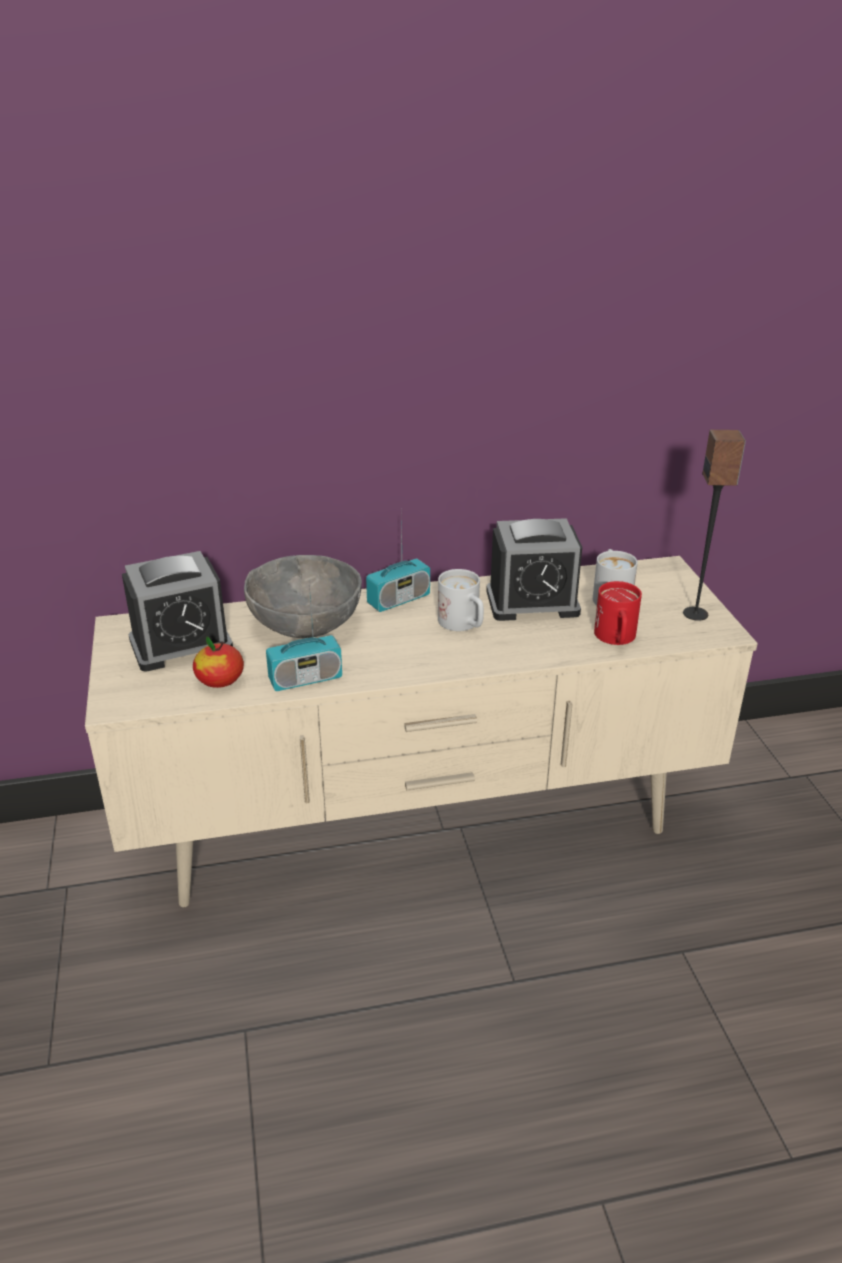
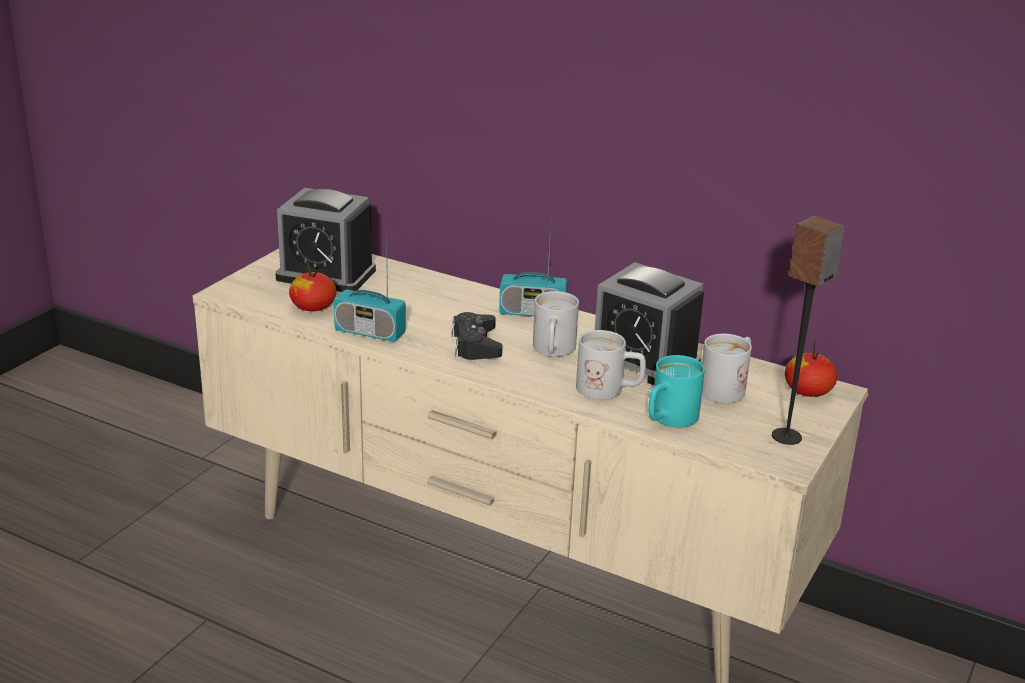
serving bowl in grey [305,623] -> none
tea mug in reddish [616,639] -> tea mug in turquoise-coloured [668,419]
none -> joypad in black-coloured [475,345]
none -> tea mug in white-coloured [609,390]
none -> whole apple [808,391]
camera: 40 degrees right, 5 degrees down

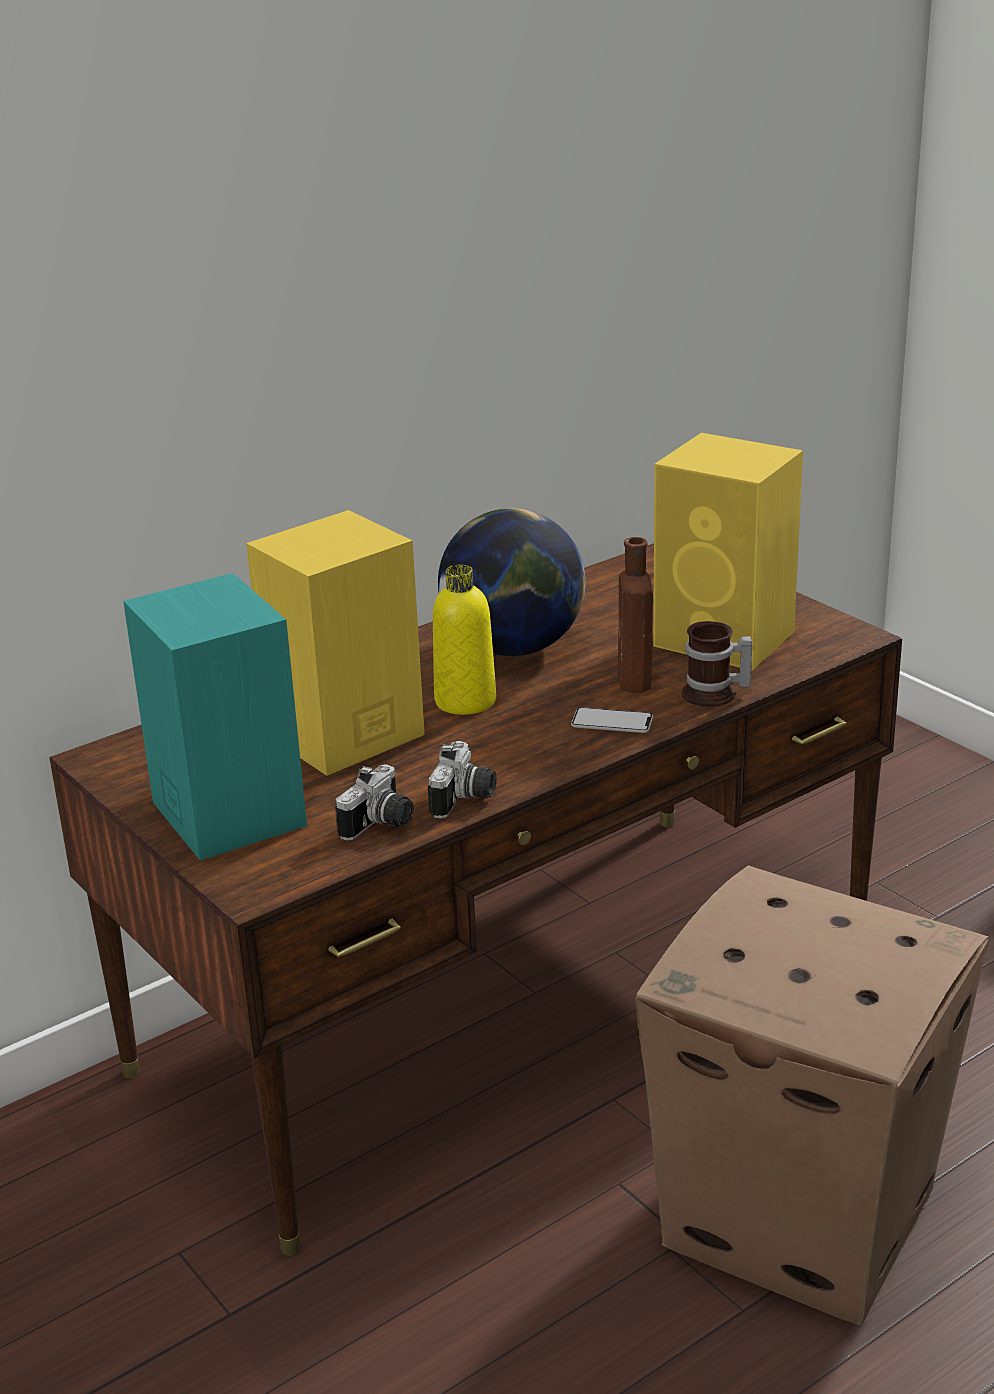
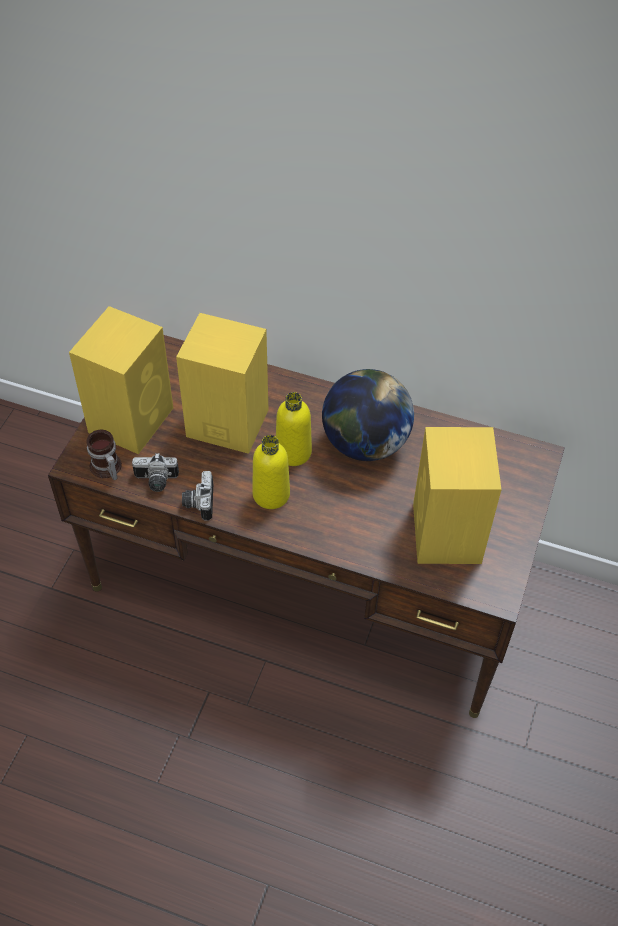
drink bottle in brown [635,682] -> none
speaker in turquoise-coloured [227,812] -> speaker in yellow [132,418]
tea mug [714,695] -> tea mug [105,469], relocated
handset [612,722] -> none
still camera [466,799] -> still camera [198,502], 105 degrees clockwise
packing box [803,1217] -> none
none -> drink bottle in yellow [271,494]
camera: 55 degrees right, 25 degrees up

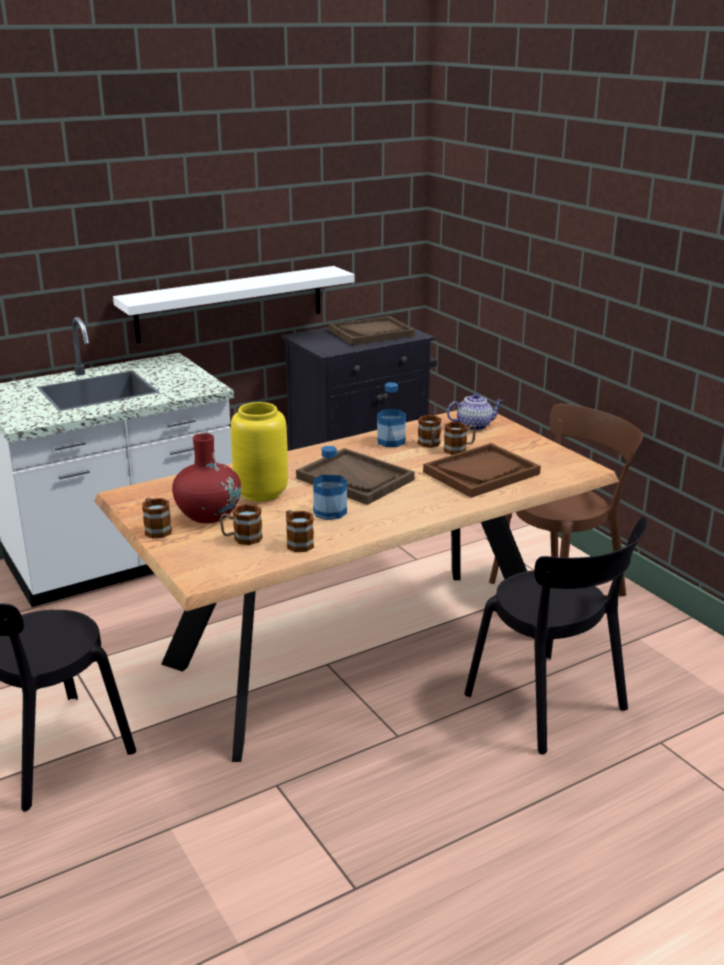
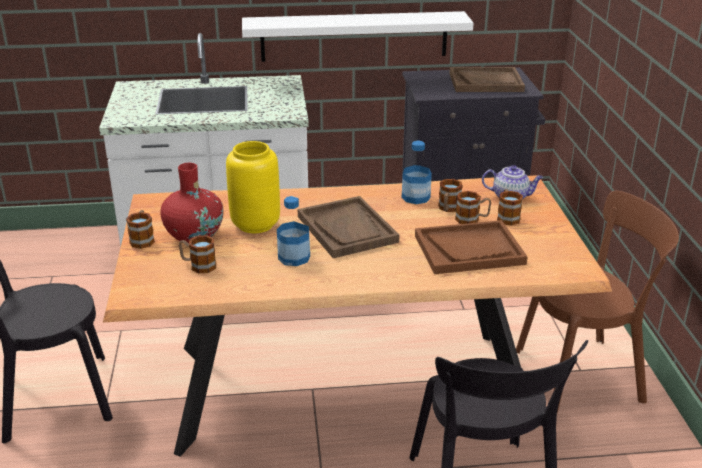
tea mug [297,542] -> tea mug [507,217], relocated
camera: 25 degrees right, 5 degrees up

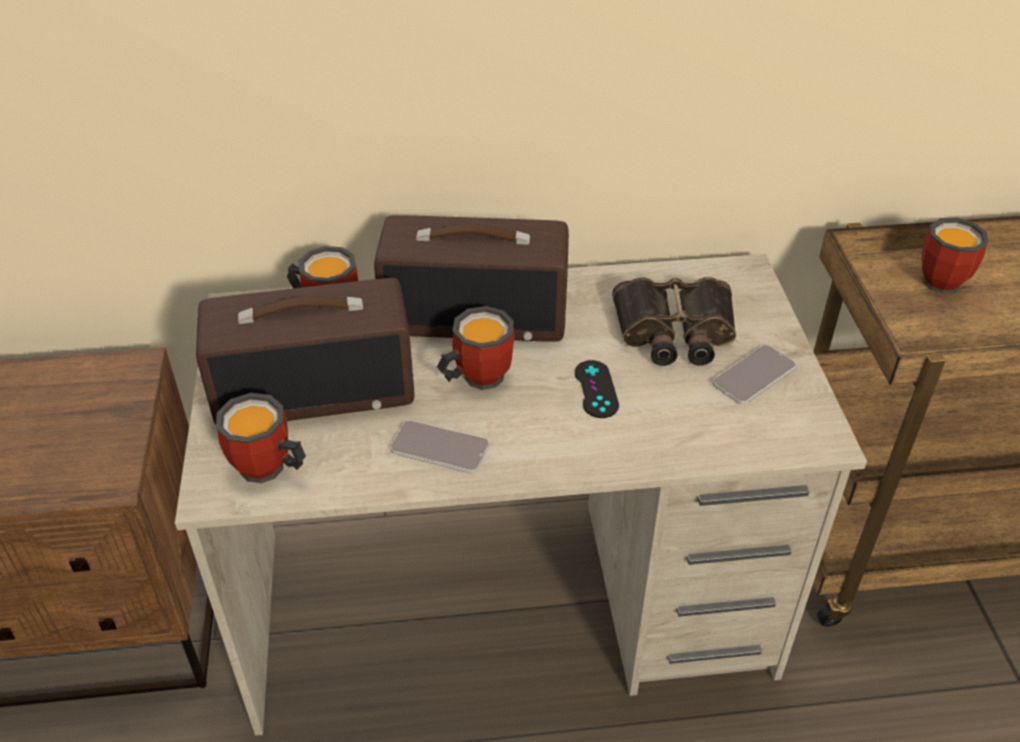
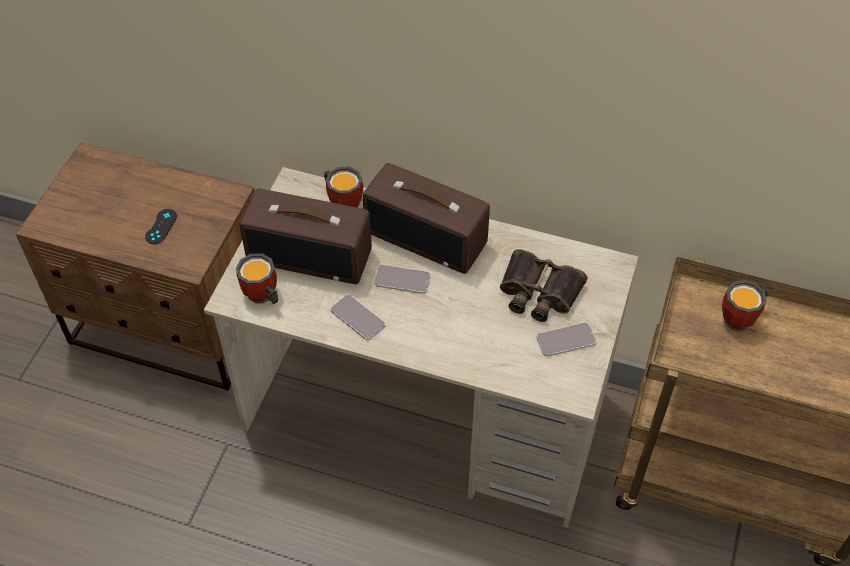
tea mug [475,377] -> handset [402,280]
joypad in black-coloured [596,389] -> joypad in black-coloured [161,226], relocated
camera: 25 degrees right, 10 degrees up

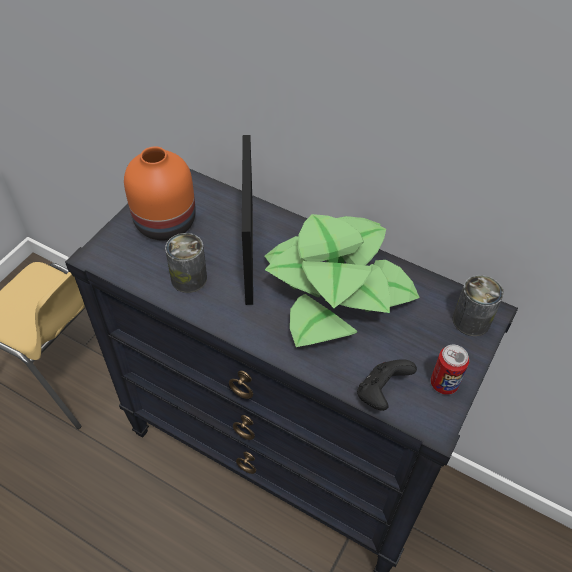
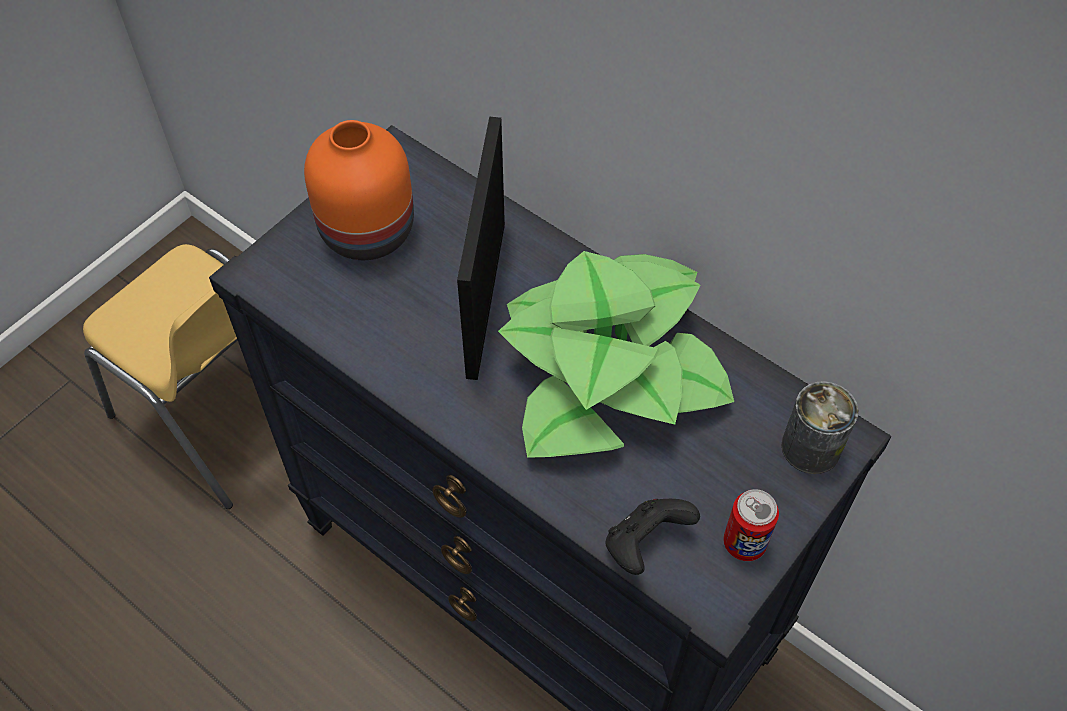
sealed can [189,278] -> none
camera: 10 degrees right, 5 degrees up

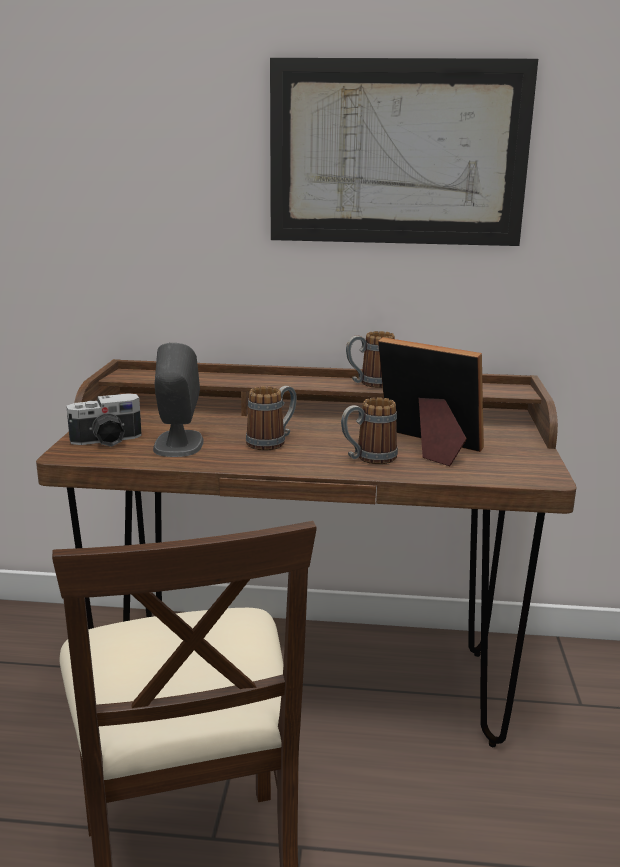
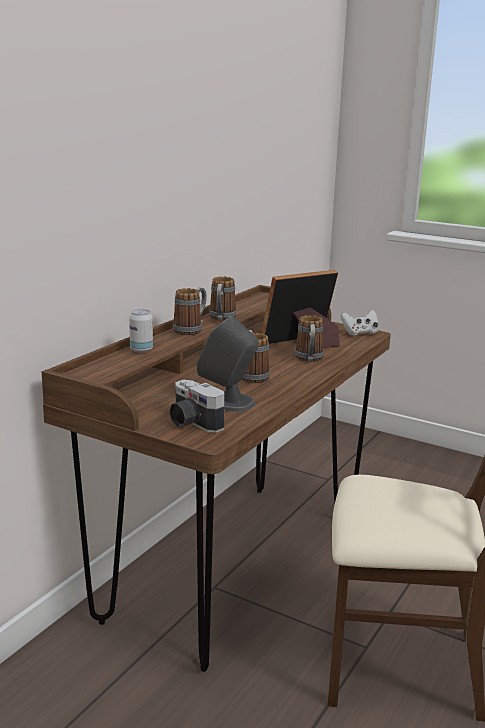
picture [397,154] -> none
still camera [107,441] -> still camera [192,423], 135 degrees clockwise
none -> tea mug [191,329]
none -> sealed can [141,350]
none -> joypad in white-coloured [360,333]
camera: 65 degrees left, 0 degrees up

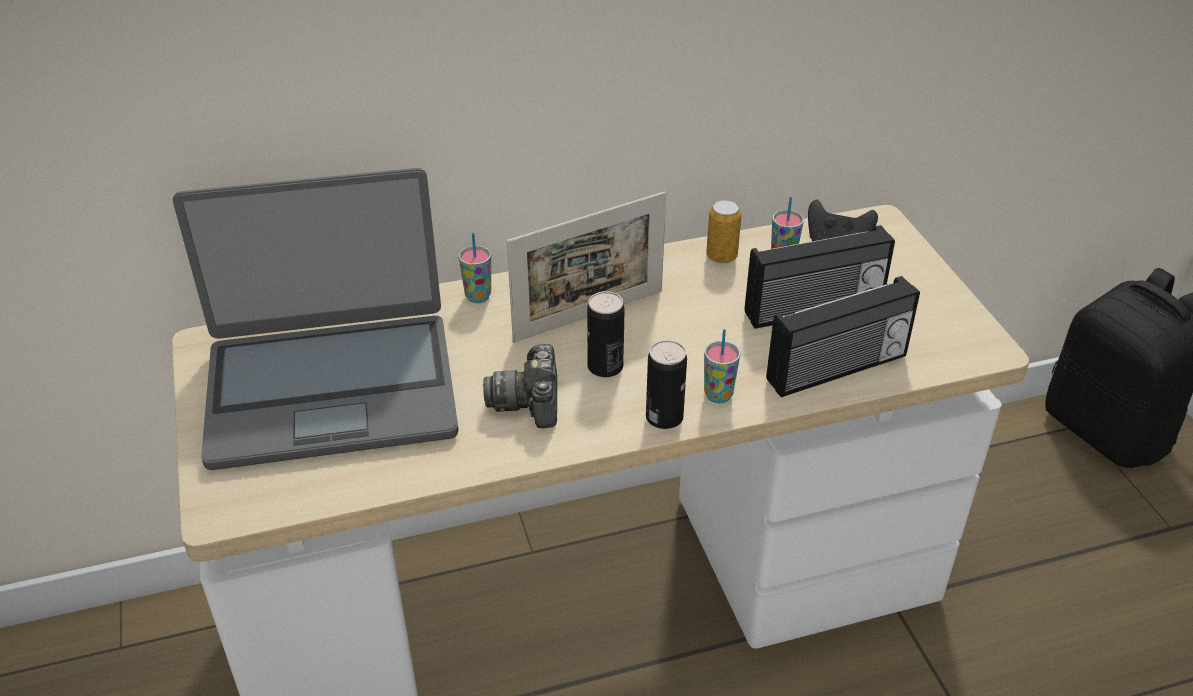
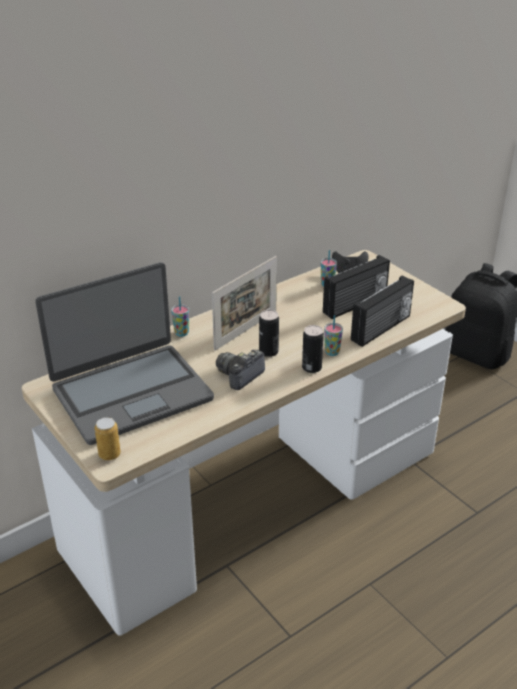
sealed can [721,256] -> sealed can [109,454], relocated
still camera [529,402] -> still camera [240,376], 60 degrees clockwise
camera: 20 degrees left, 5 degrees down

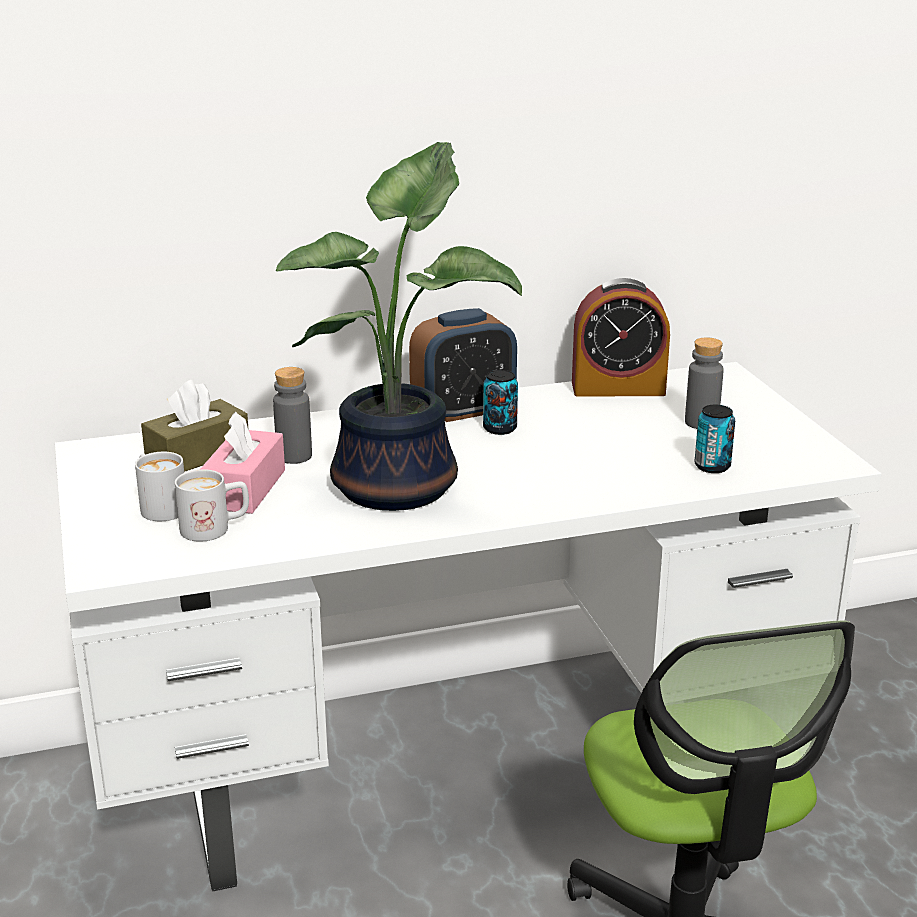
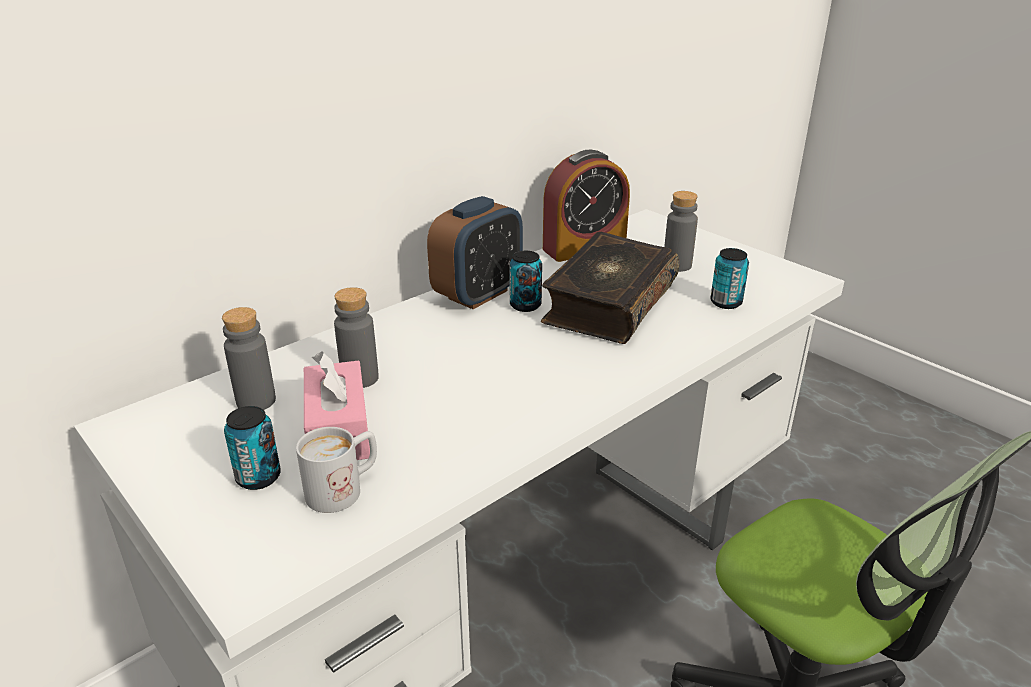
houseplant [403,485] -> none
tissue holder in brown [198,455] -> drink bottle in grey [256,401]
tea mug in white-coloured [159,506] -> sealed can [258,477]
none -> volume [608,304]
camera: 25 degrees left, 5 degrees up

